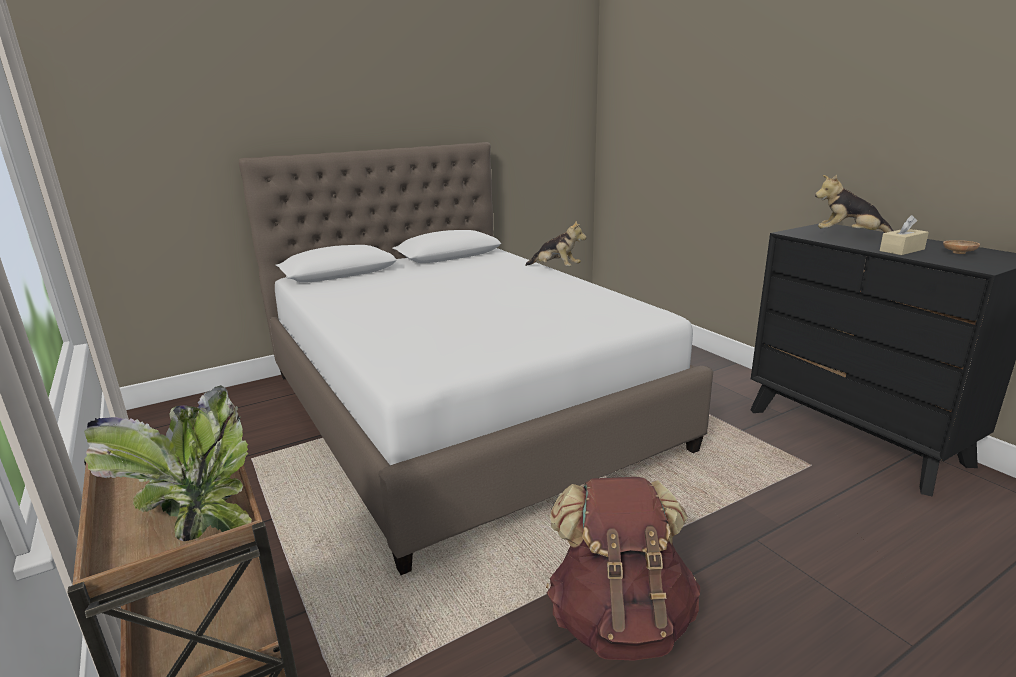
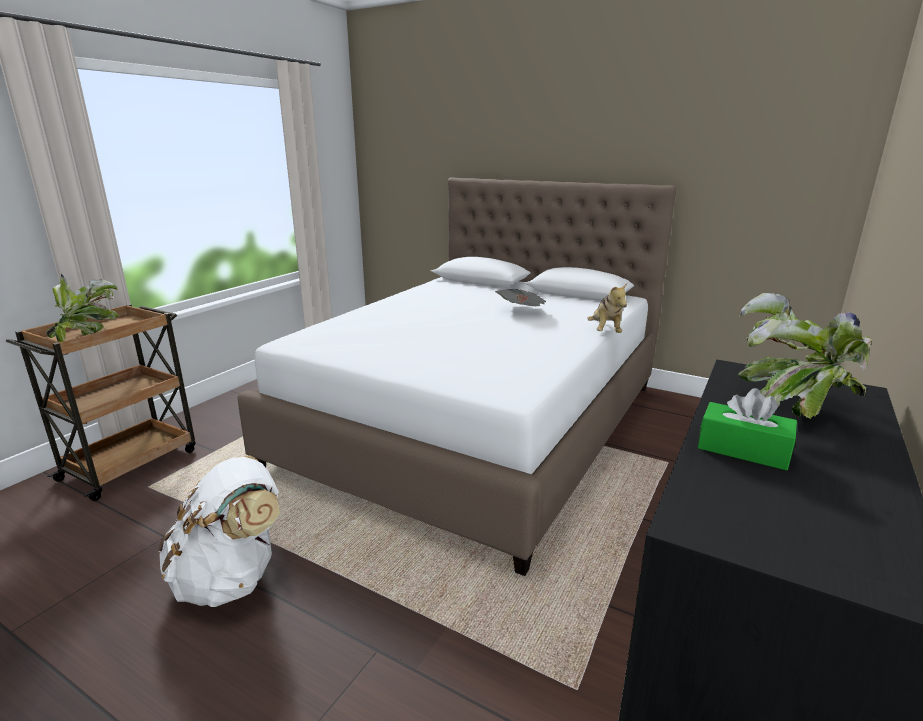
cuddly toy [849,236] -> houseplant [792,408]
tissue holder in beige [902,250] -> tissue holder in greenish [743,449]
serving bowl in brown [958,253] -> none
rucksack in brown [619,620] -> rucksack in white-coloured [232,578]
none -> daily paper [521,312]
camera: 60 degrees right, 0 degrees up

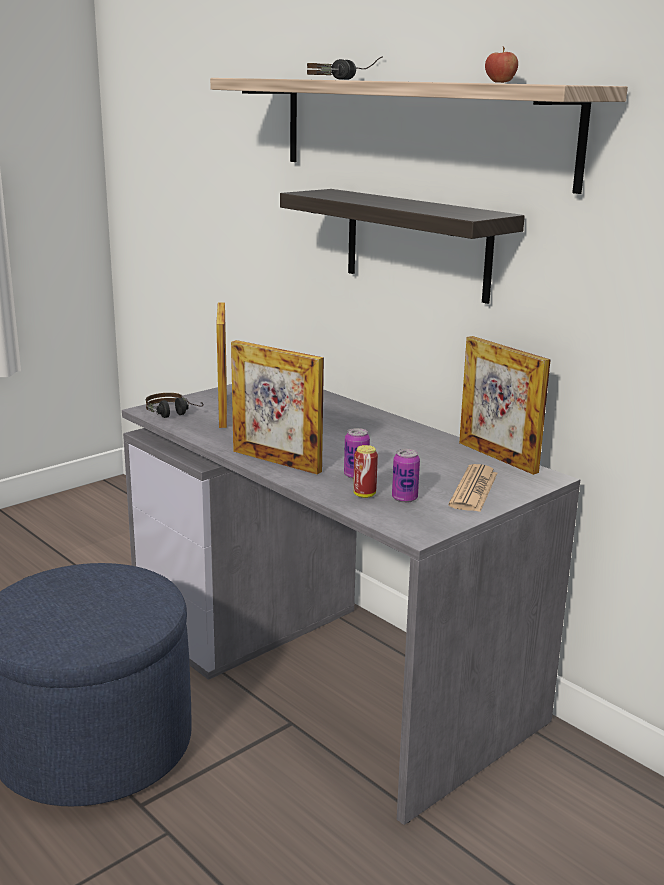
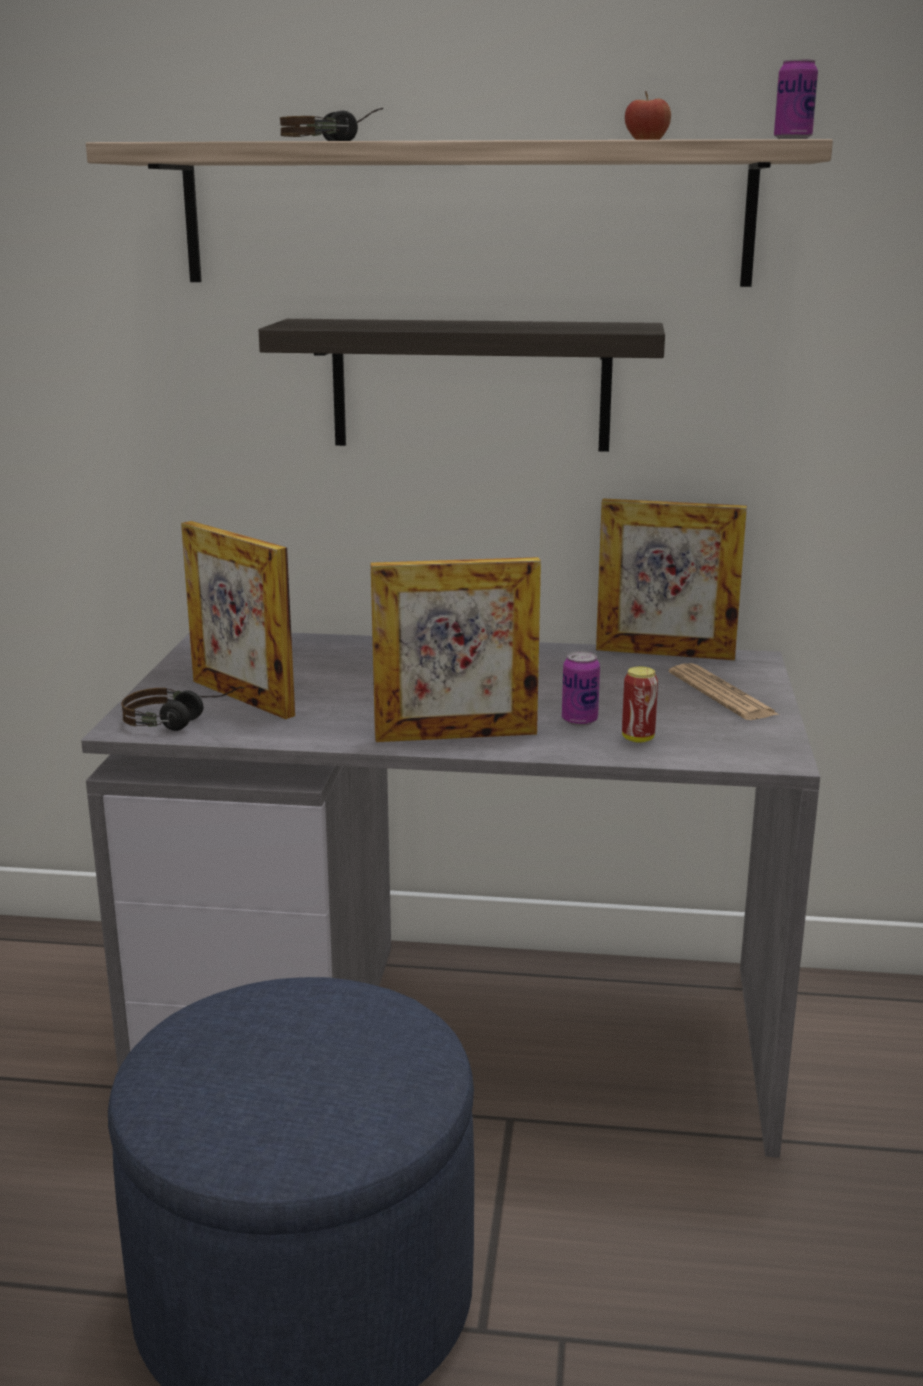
sealed can [404,498] -> sealed can [792,139], relocated
camera: 40 degrees left, 0 degrees up

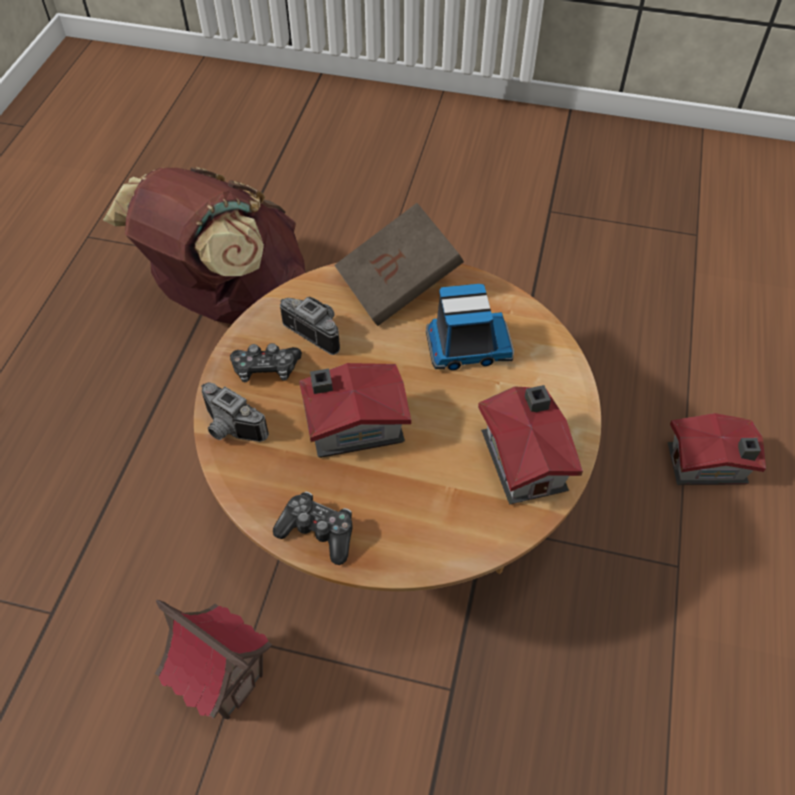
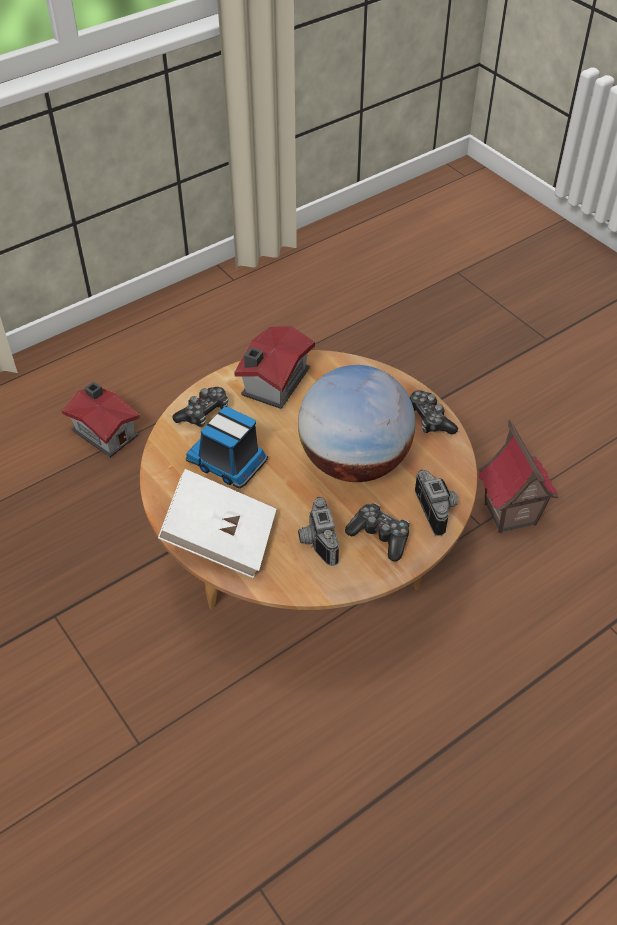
rucksack in brown [229,300] -> none
volume in brown [398,284] -> volume in white-coloured [221,538]
model house [352,425] -> globe [354,462]
none -> joypad [204,413]
camera: 140 degrees left, 5 degrees down

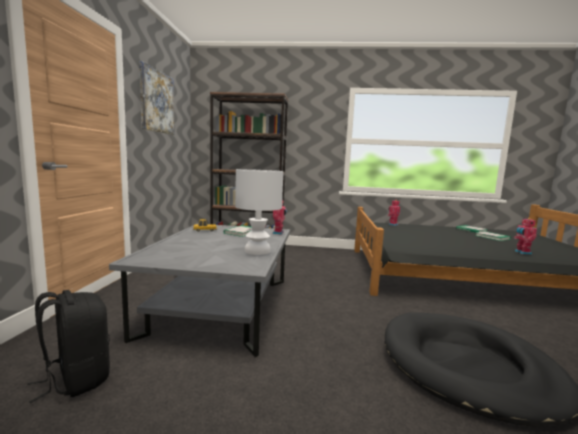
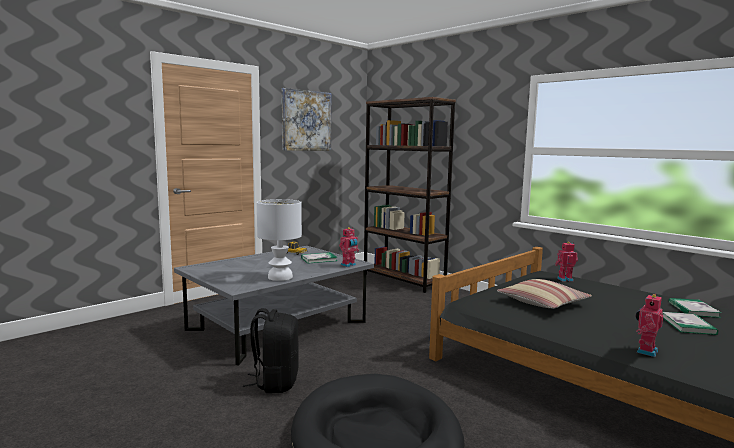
rucksack in black-coloured [76,379] -> rucksack in black-coloured [275,382], relocated
none -> cushion [542,303]
camera: 40 degrees right, 0 degrees up

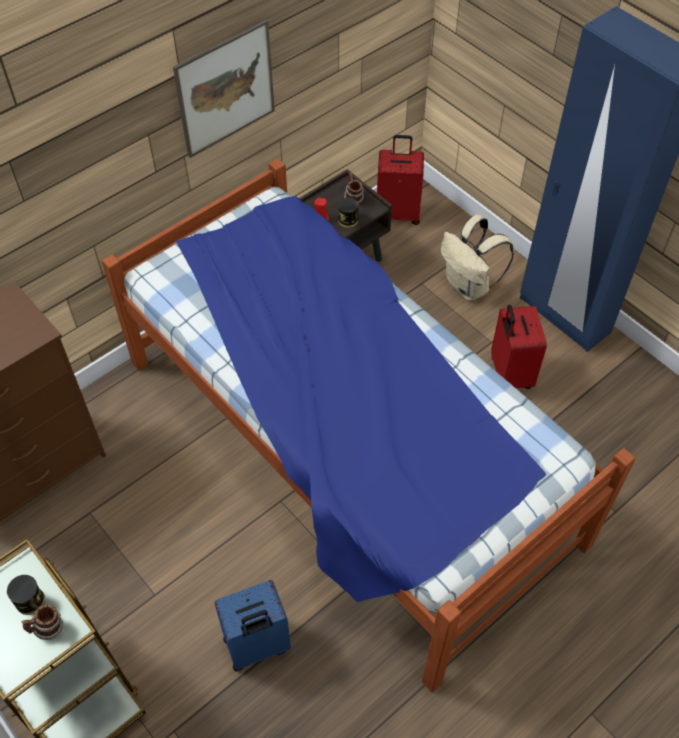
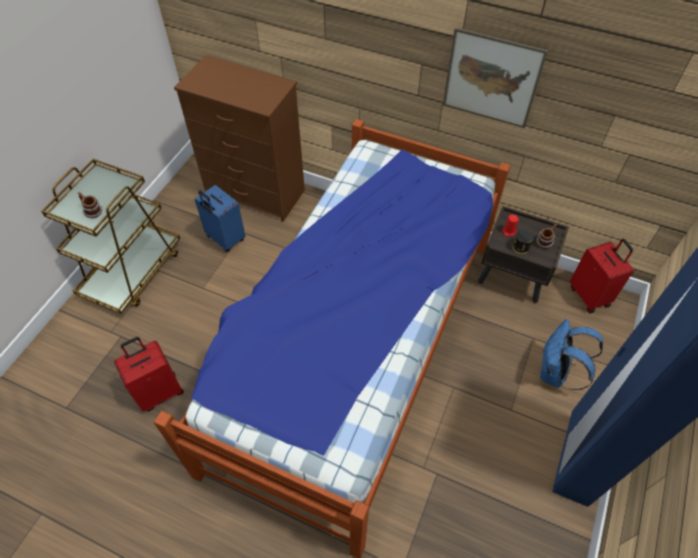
rucksack in beige [469,286] -> rucksack in blue [555,373]
piece of luggage in reddish [509,373] -> piece of luggage in reddish [159,391], relocated
sealed can [30,601] -> none
piece of luggage in blue [257,646] -> piece of luggage in blue [225,239], relocated
camera: 65 degrees right, 0 degrees up

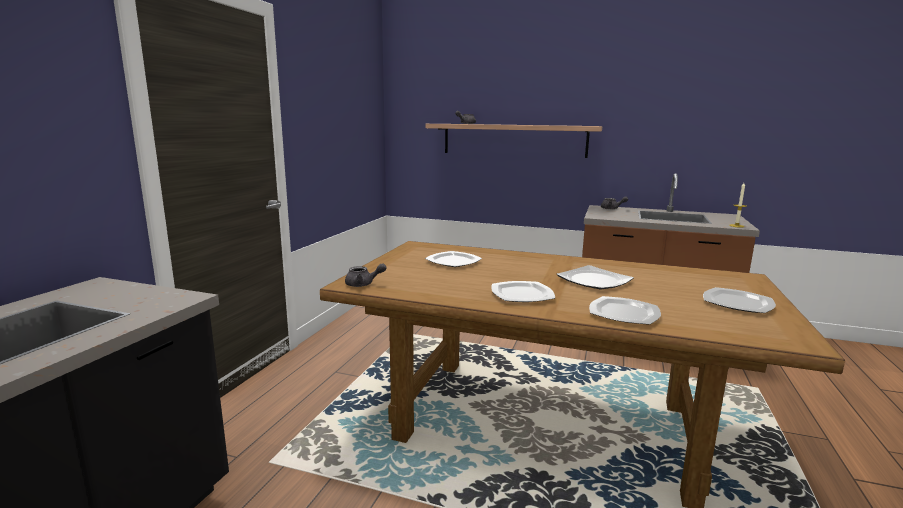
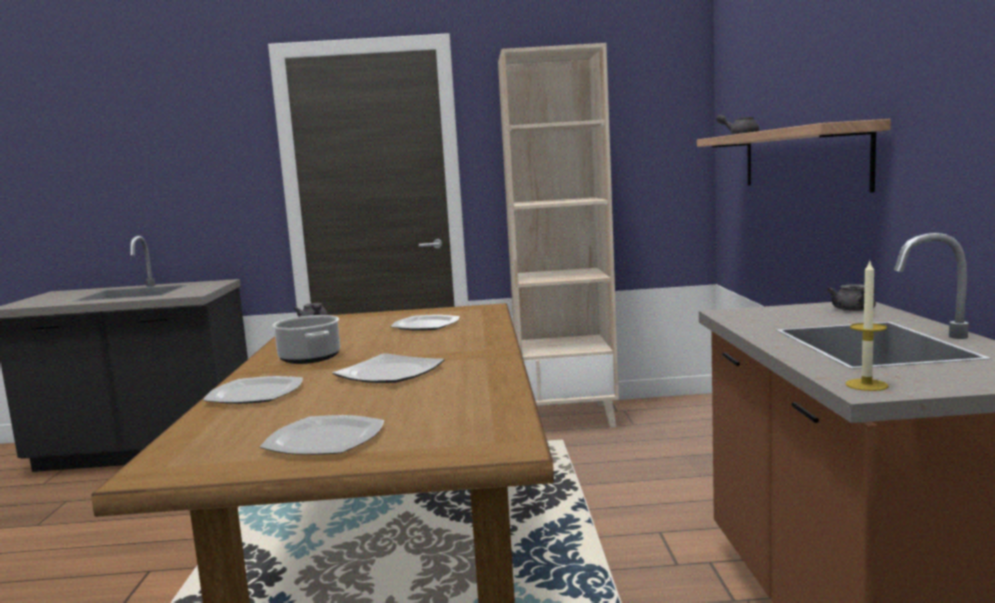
plate [522,294] -> saucepot [310,358]
none -> shelving unit in beige [567,418]
camera: 70 degrees right, 5 degrees down

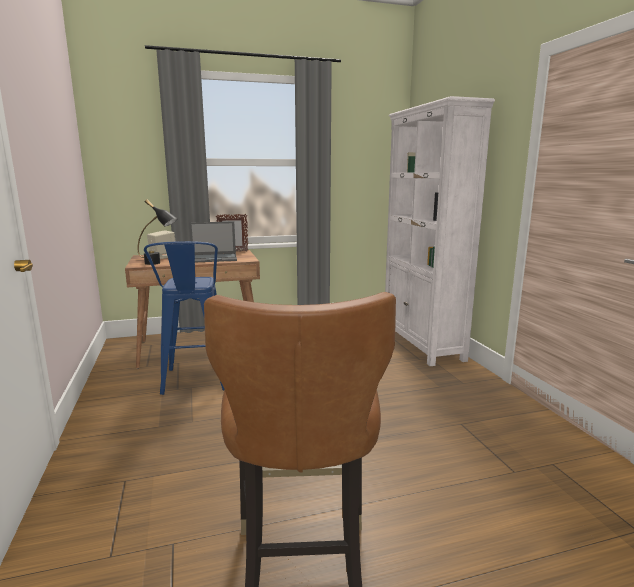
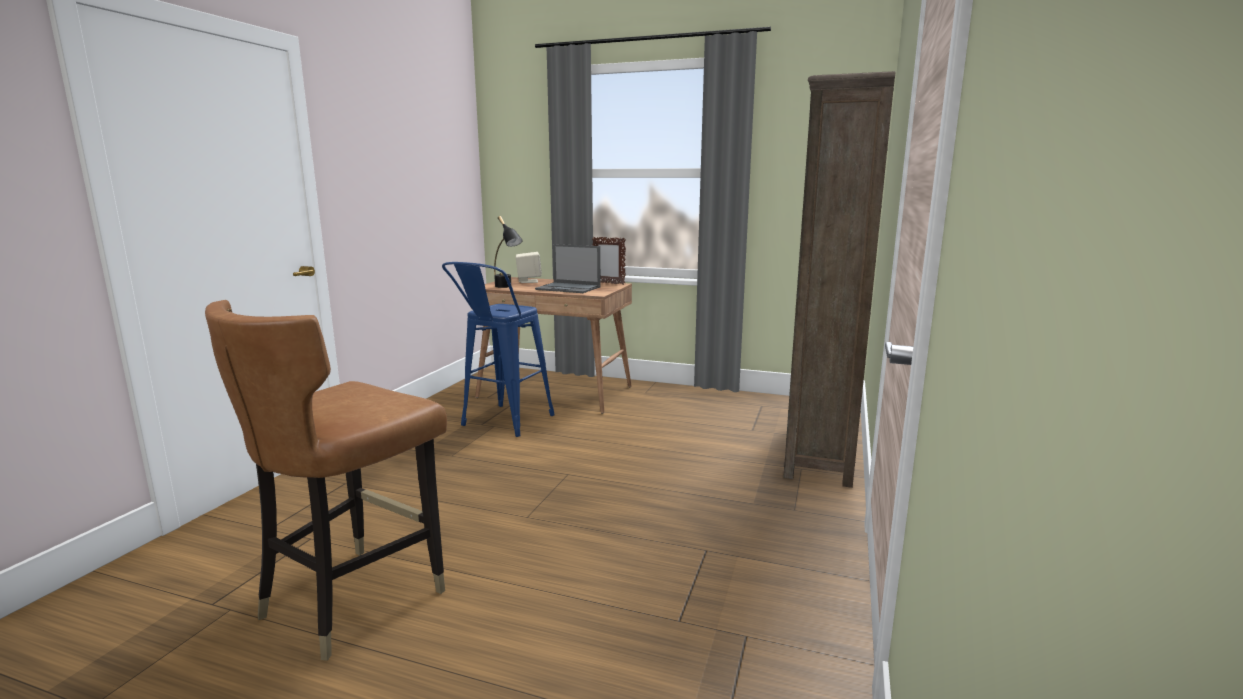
shelving unit in white-coloured [422,344] -> shelving unit in brown [820,450]
camera: 35 degrees right, 0 degrees up

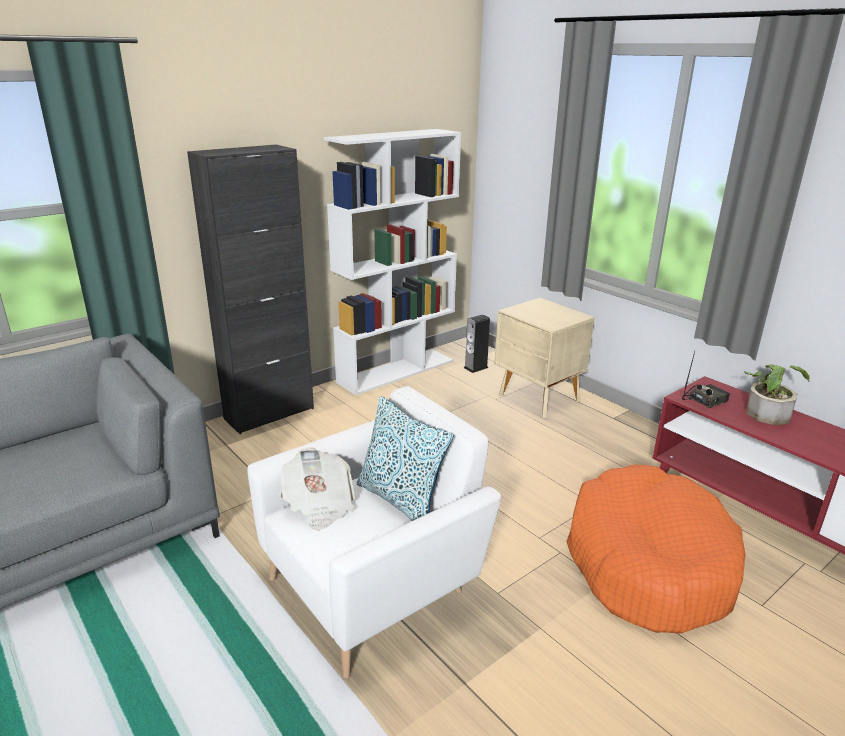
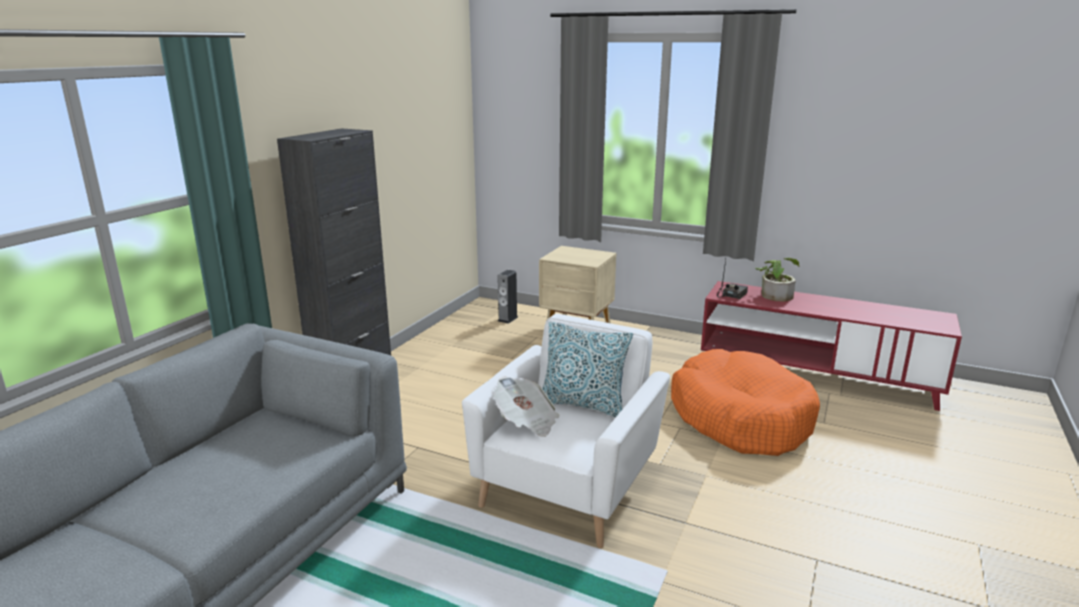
shelving unit in white-coloured [396,371] -> none
camera: 25 degrees left, 5 degrees down

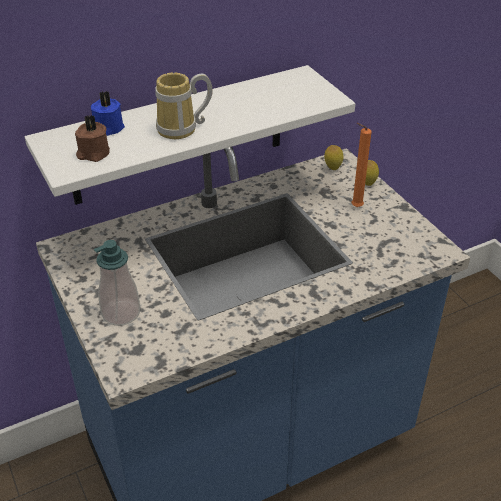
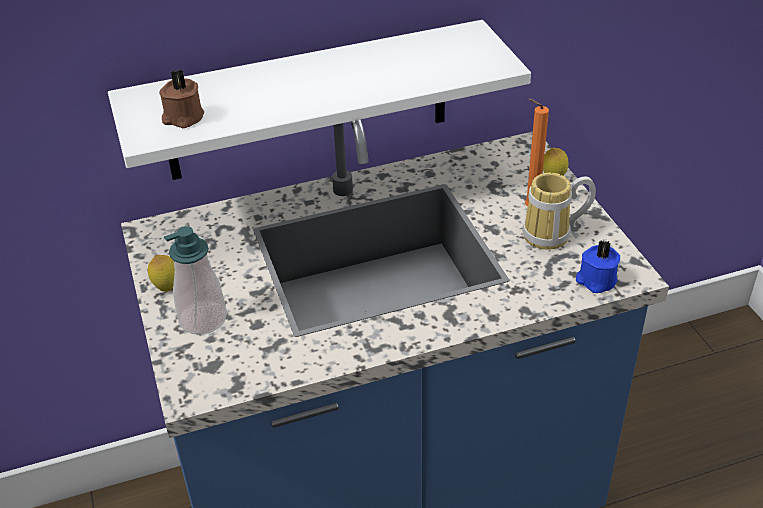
tea mug [183,130] -> tea mug [553,236], relocated
candle in blue [107,128] -> candle in blue [596,280], relocated
lemon [332,168] -> lemon [166,287], relocated
camera: 10 degrees right, 0 degrees up

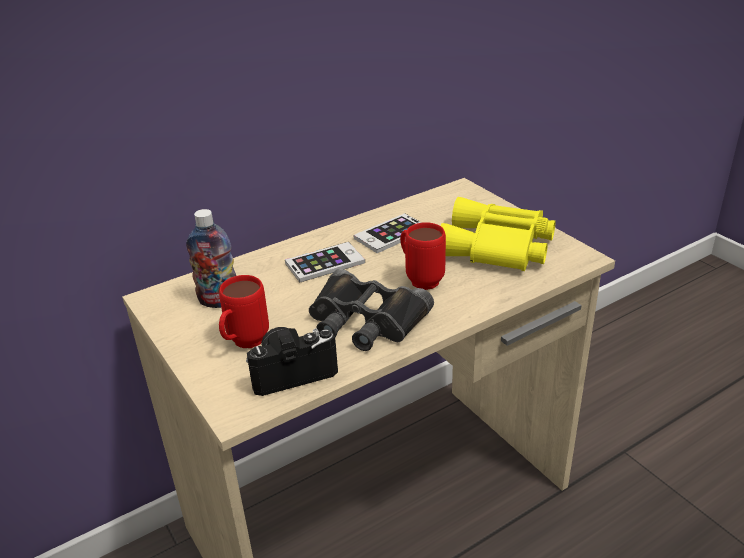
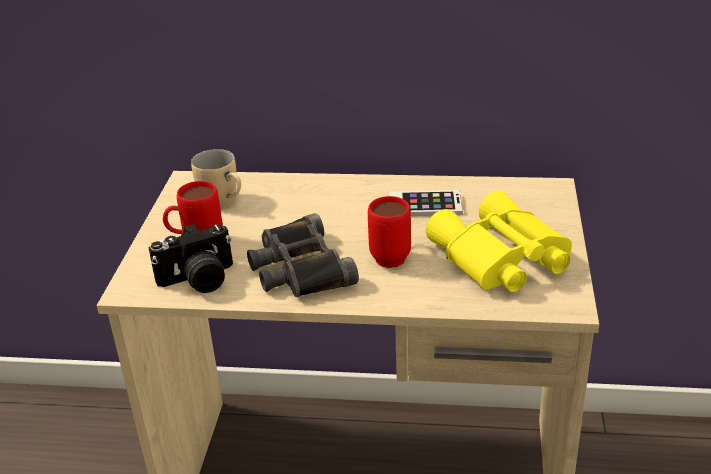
drink bottle [219,301] -> tea mug in beige [224,203]
handset [325,263] -> none
still camera [292,372] -> still camera [198,280], 135 degrees clockwise
camera: 40 degrees right, 0 degrees up

